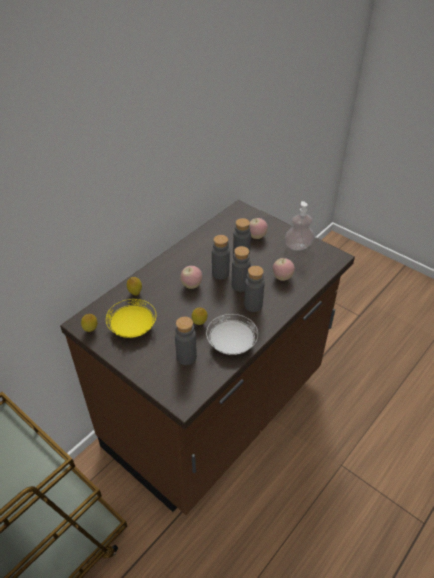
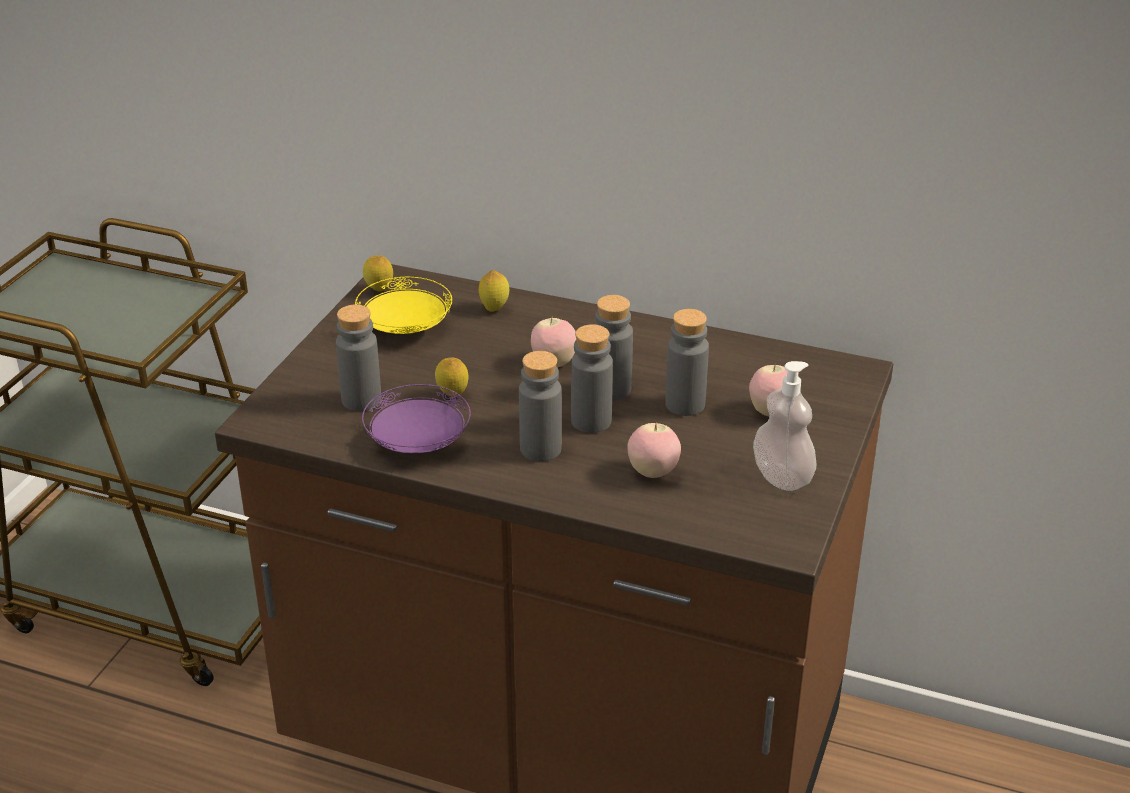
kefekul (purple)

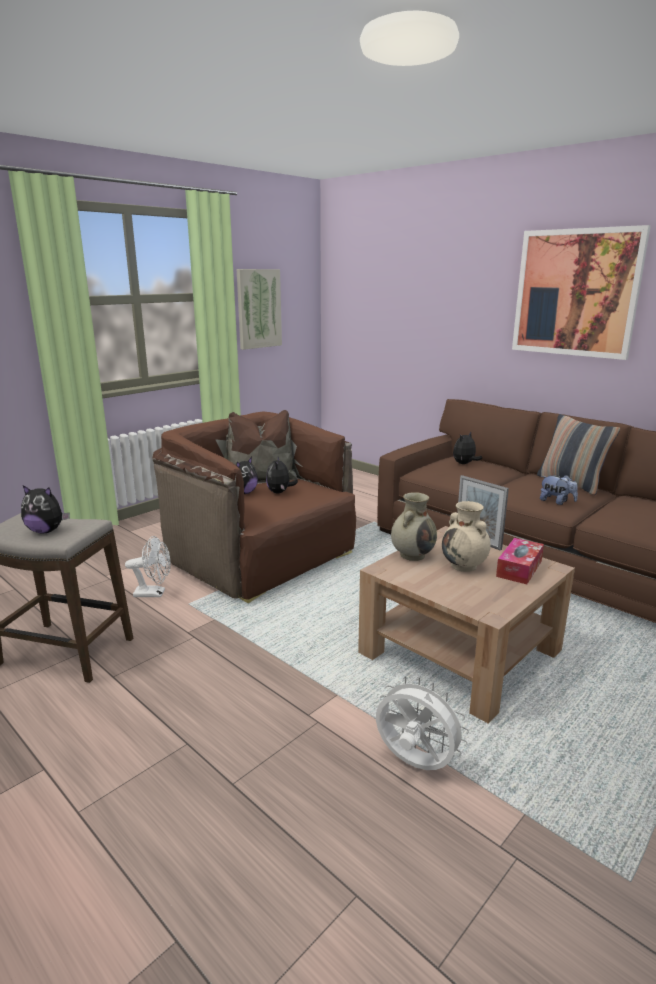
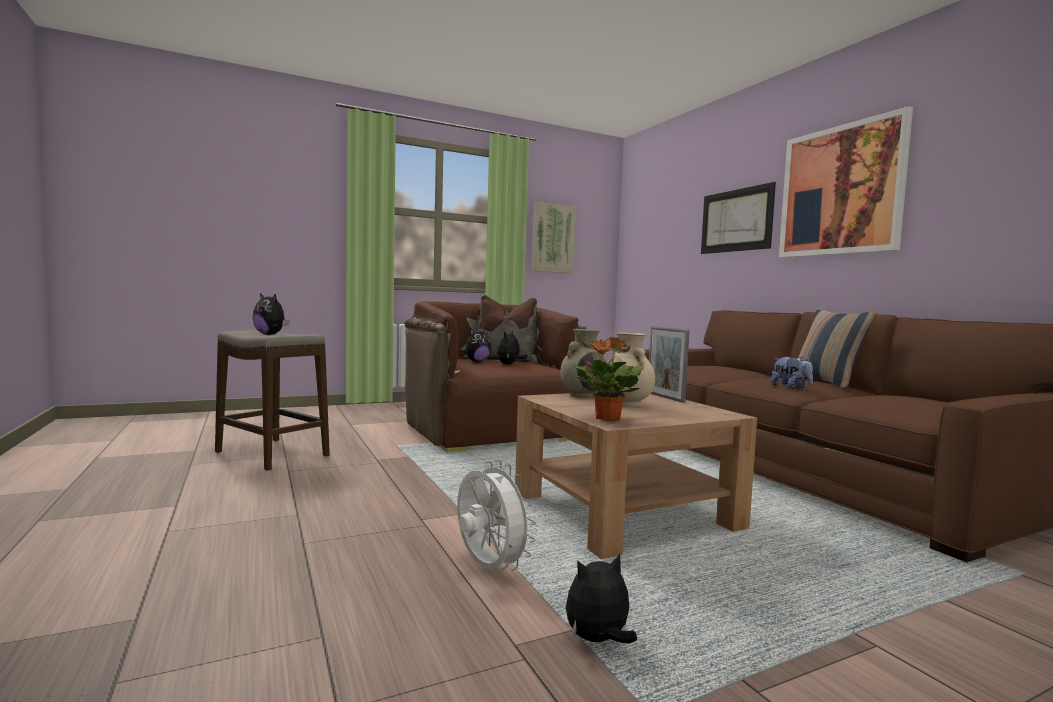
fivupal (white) (no. 1 from left in the first image)
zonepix
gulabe
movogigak (no. 2 from left)
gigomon (no. 4 from left)

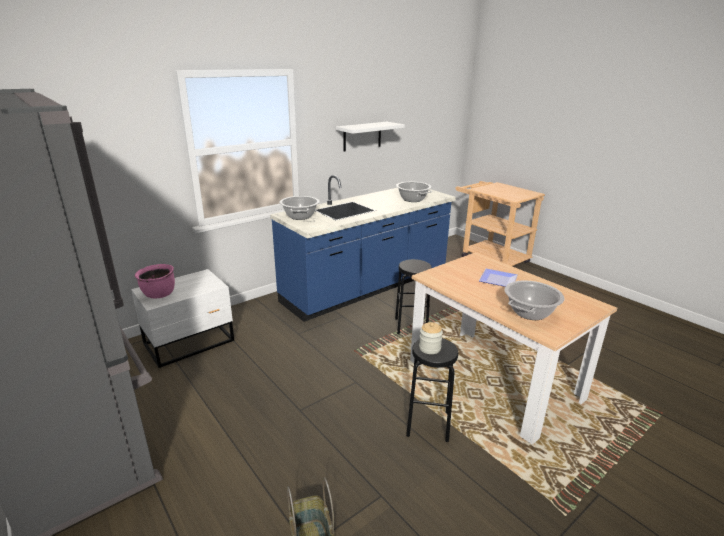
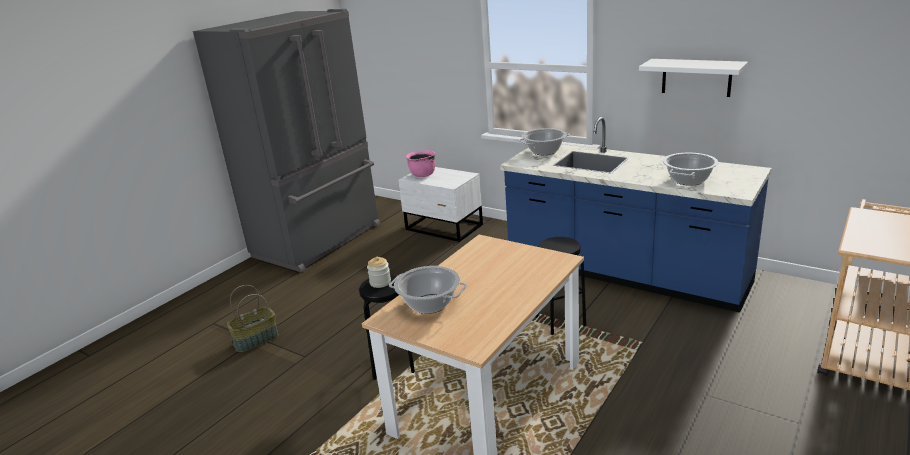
kefekul

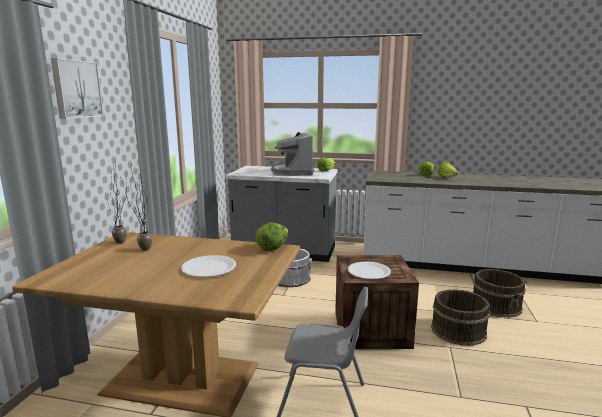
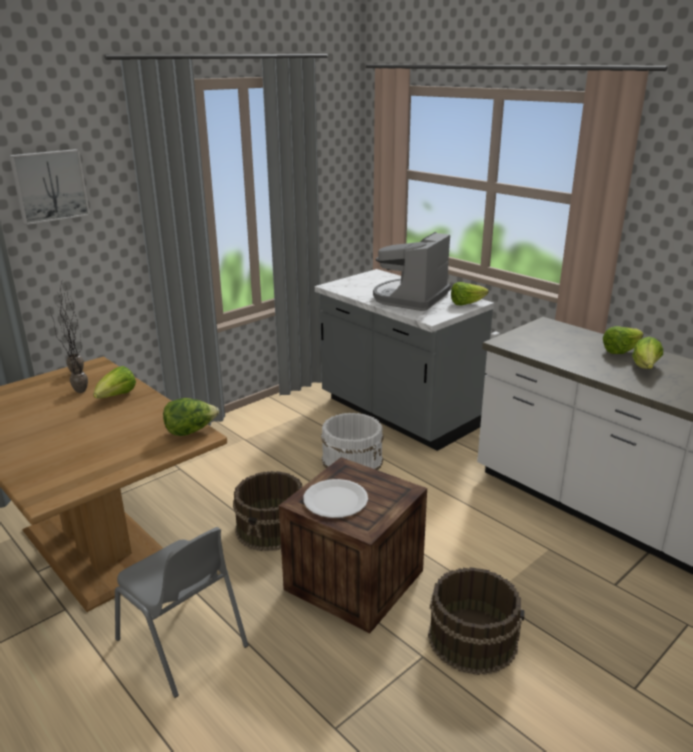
kefekul (white) (no. 1 from left in the first image)
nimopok (no. 1 from left)
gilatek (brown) (no. 1 from left)

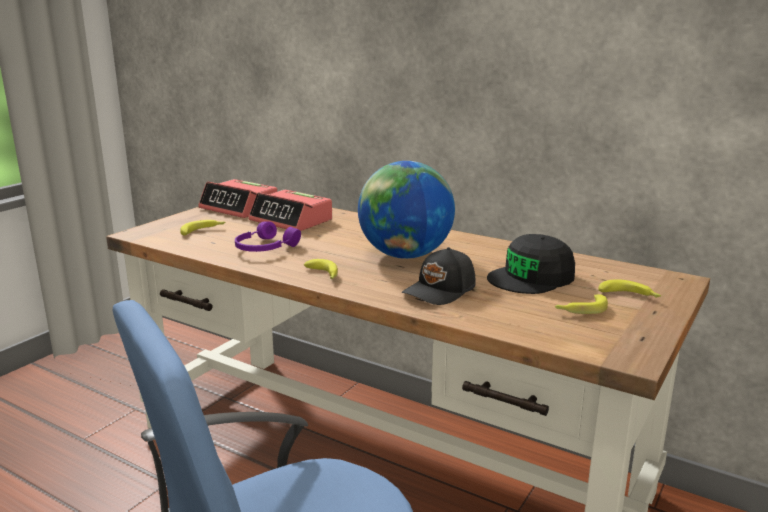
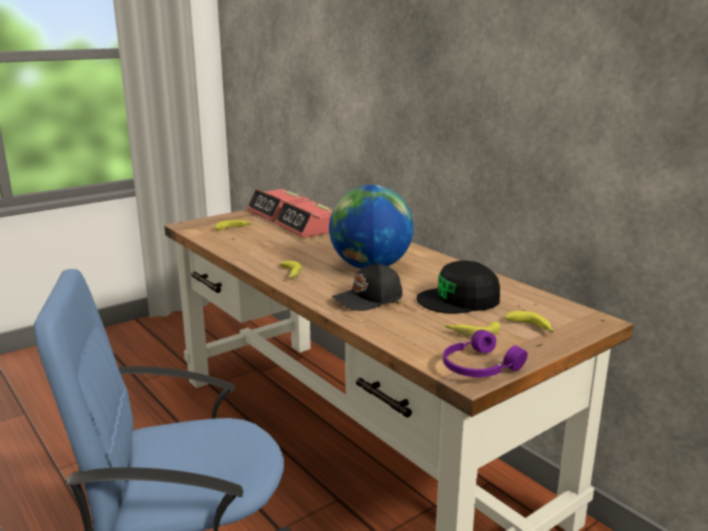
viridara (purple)

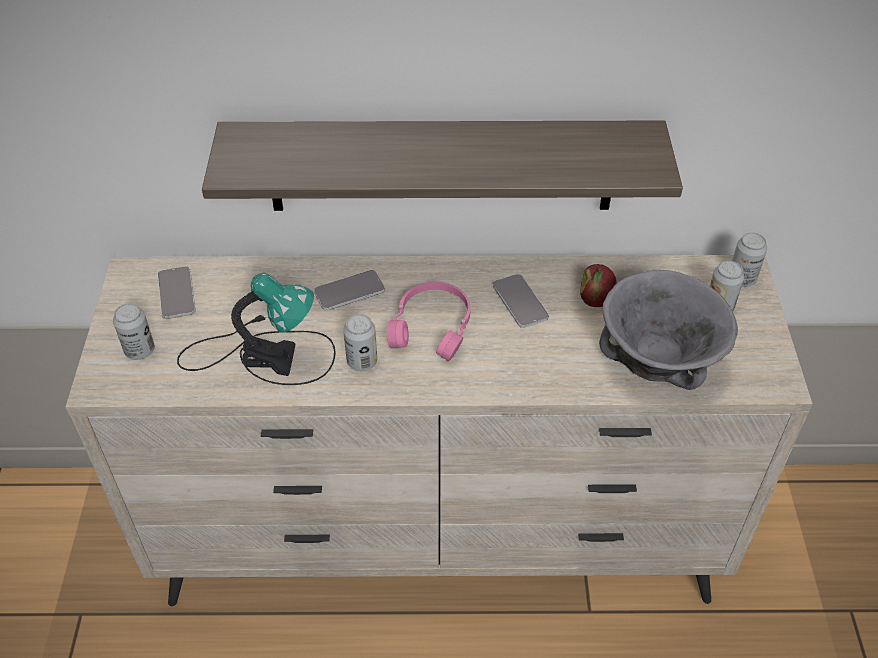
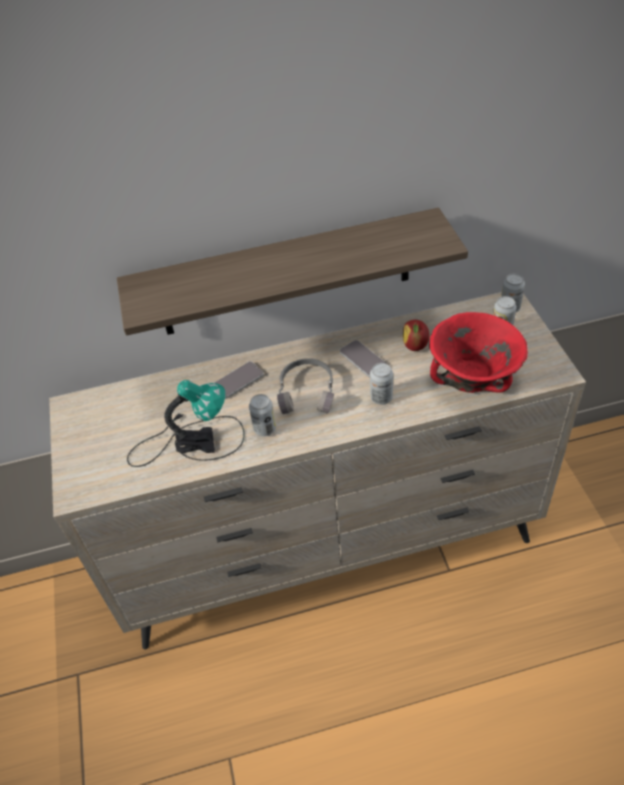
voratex (no. 1 from left in the first image)
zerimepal (no. 2 from left)
viridara (grey)
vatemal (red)

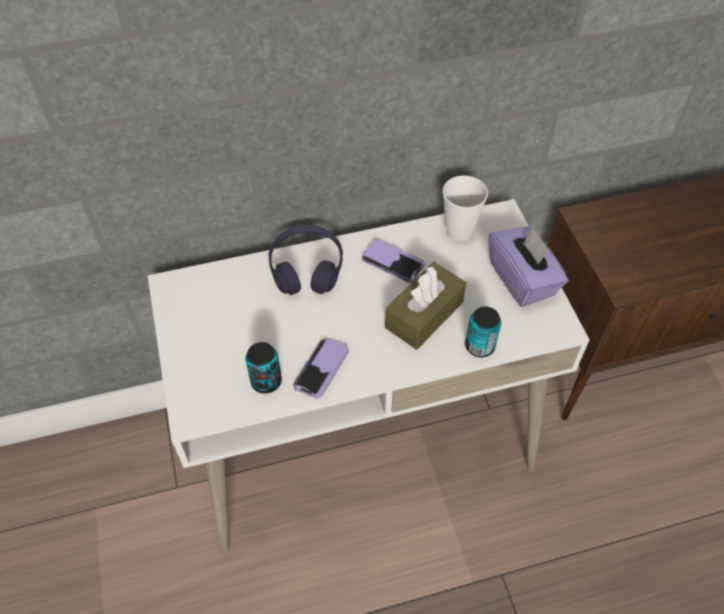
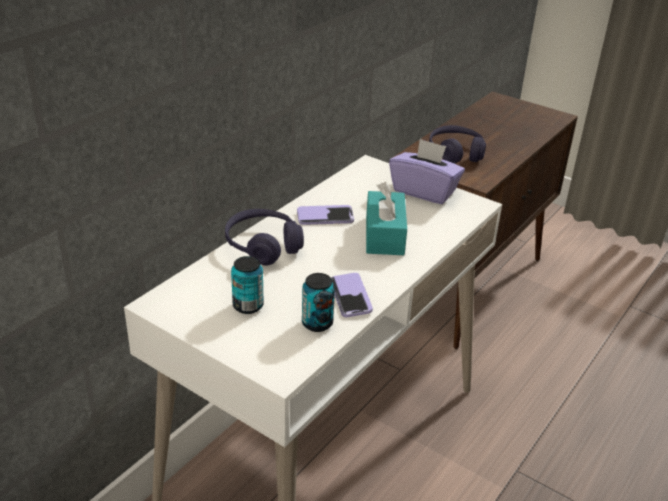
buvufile
viridara (purple) (no. 2 from left)
zerimepal (no. 1 from left)
zonepix (turquoise)

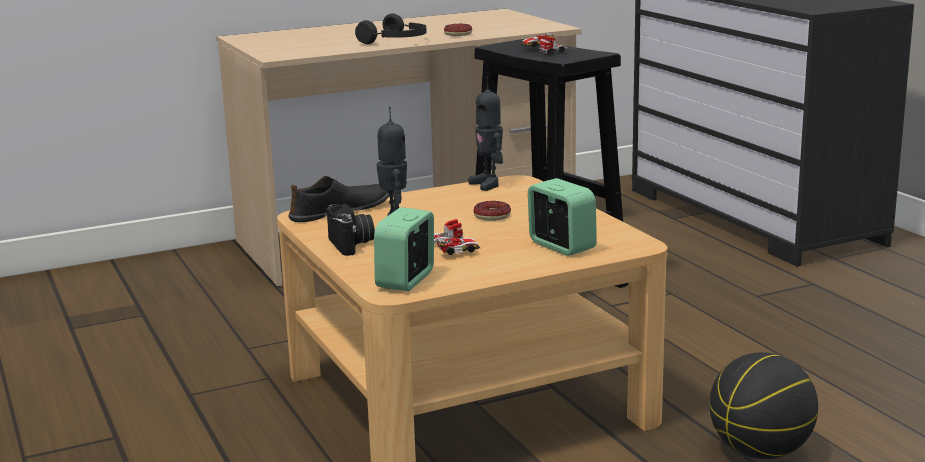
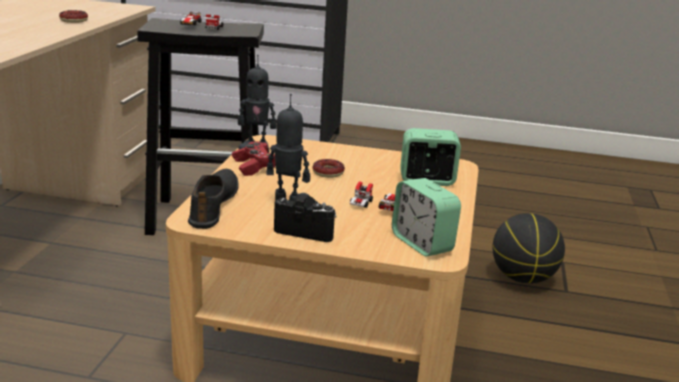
viridara (black)
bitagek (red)

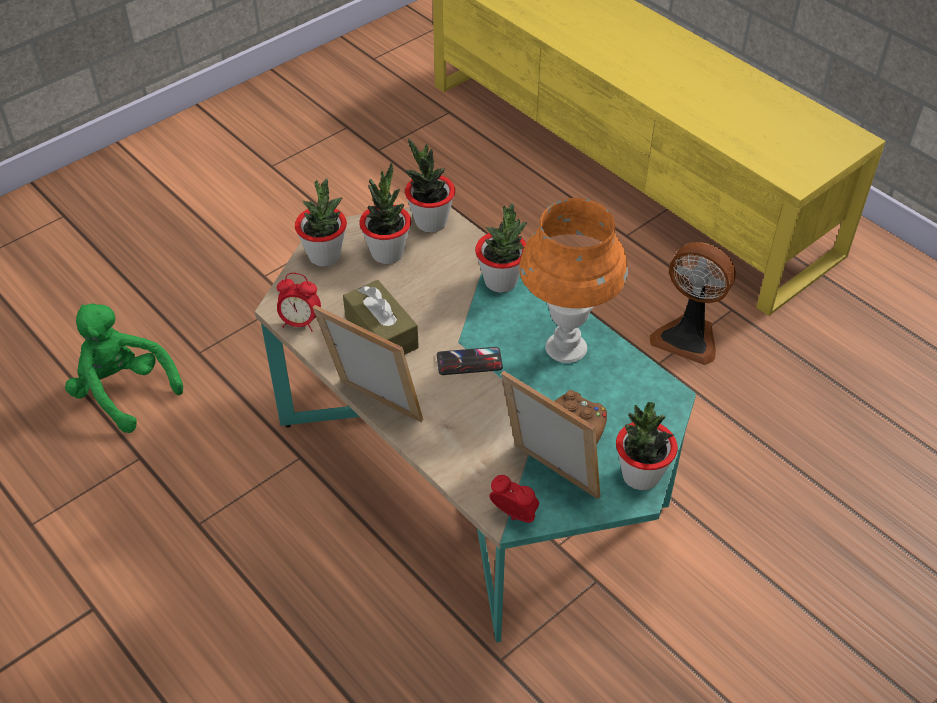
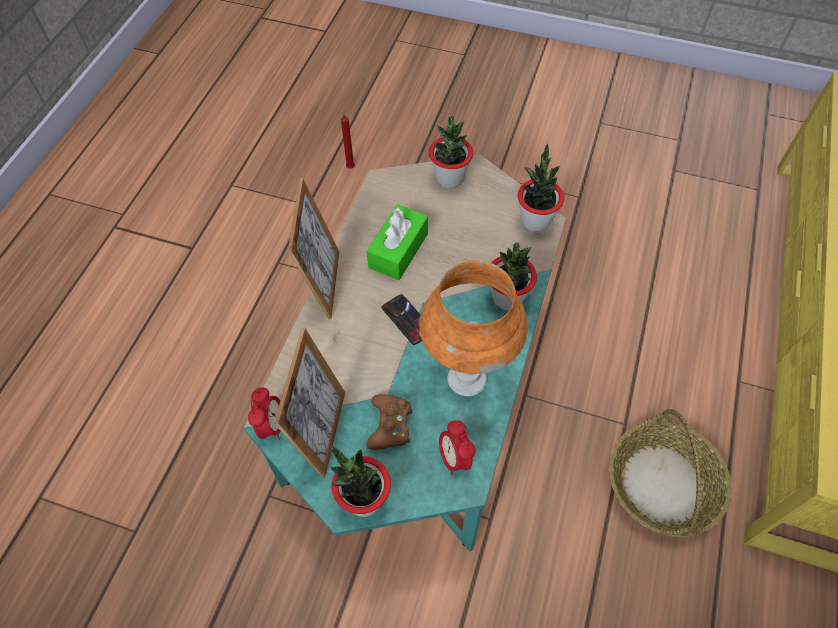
gulabe (no. 2 from left in the first image)
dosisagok (no. 2 from left)
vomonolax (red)
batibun
zonepix (green)

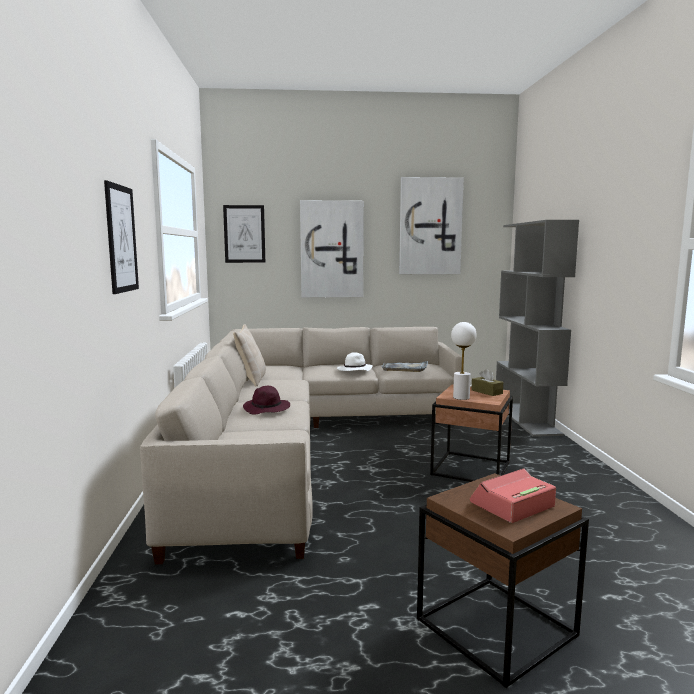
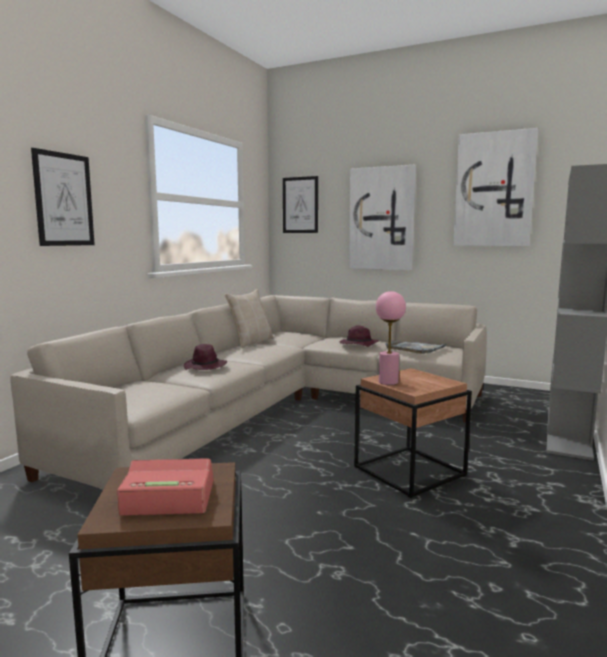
zonepix (brown)
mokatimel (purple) (no. 2 from left)
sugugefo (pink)

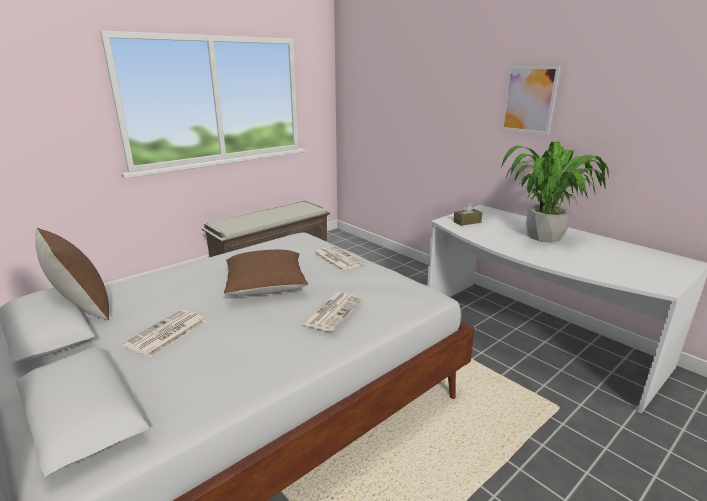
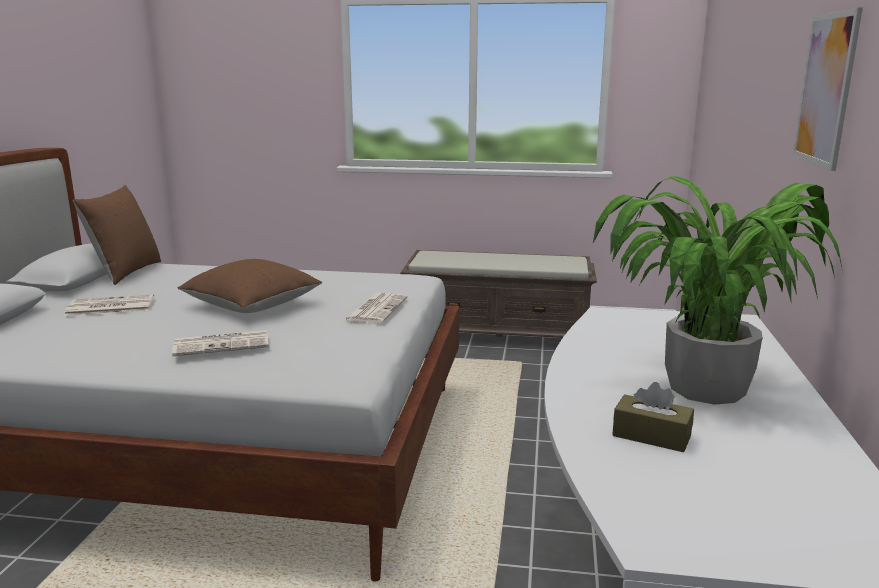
zonepix (brown)

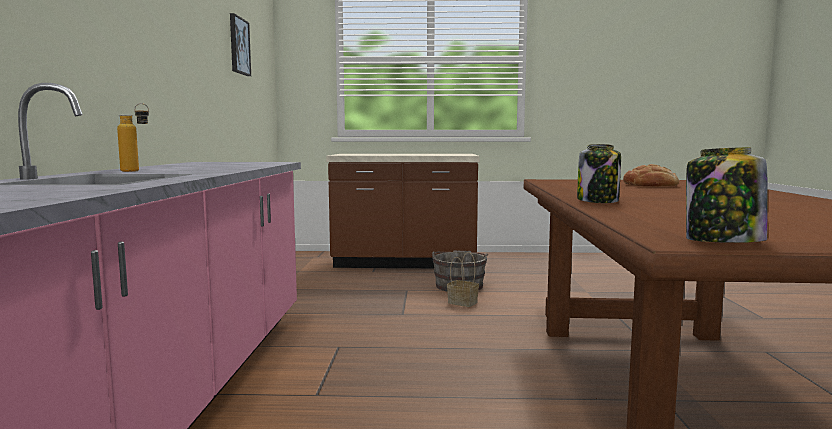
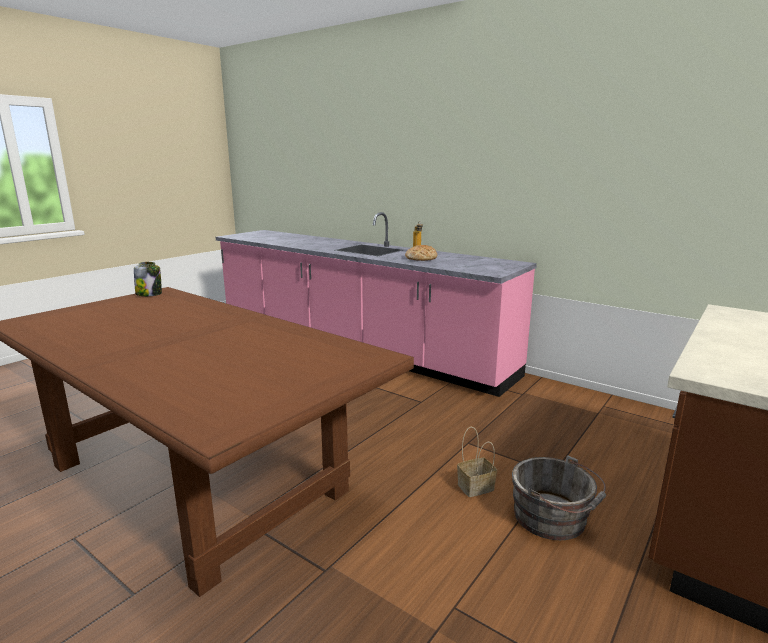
movogigak
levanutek (no. 1 from left in the first image)
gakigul

